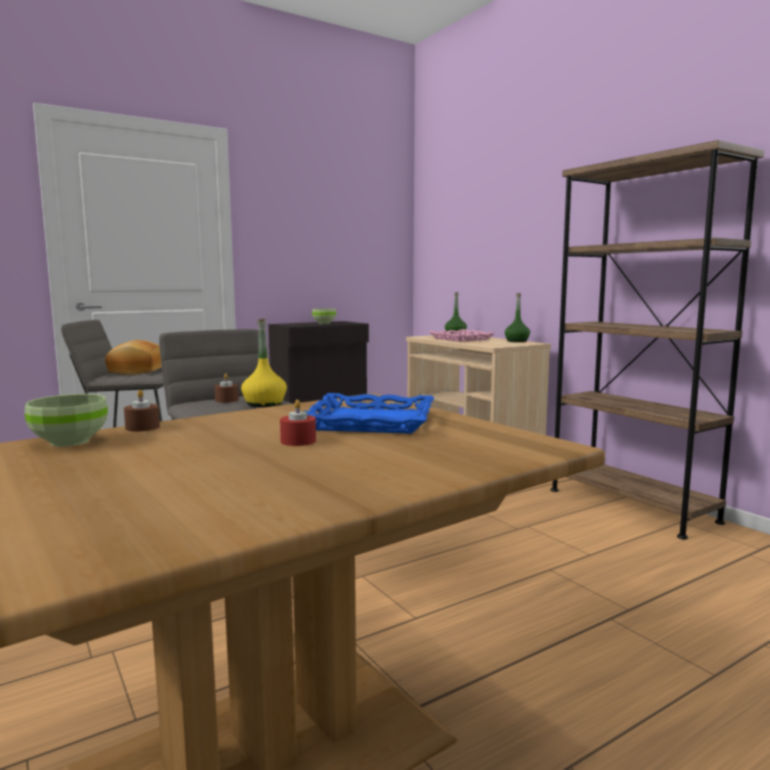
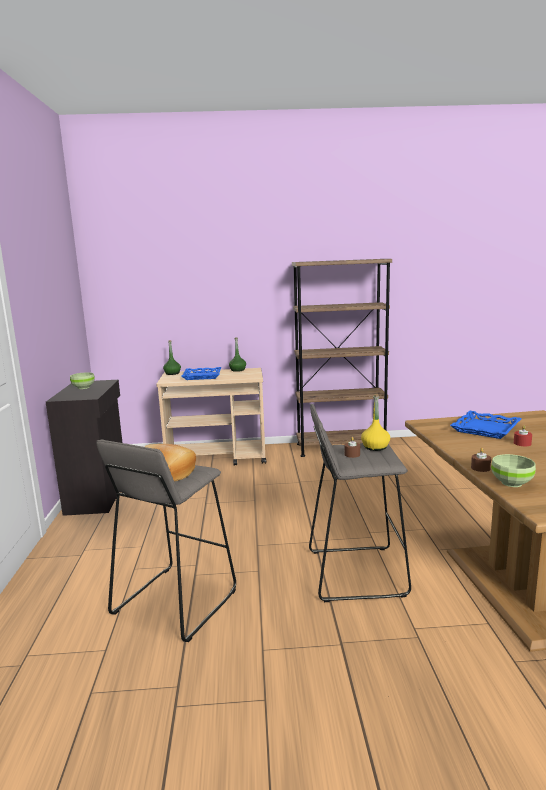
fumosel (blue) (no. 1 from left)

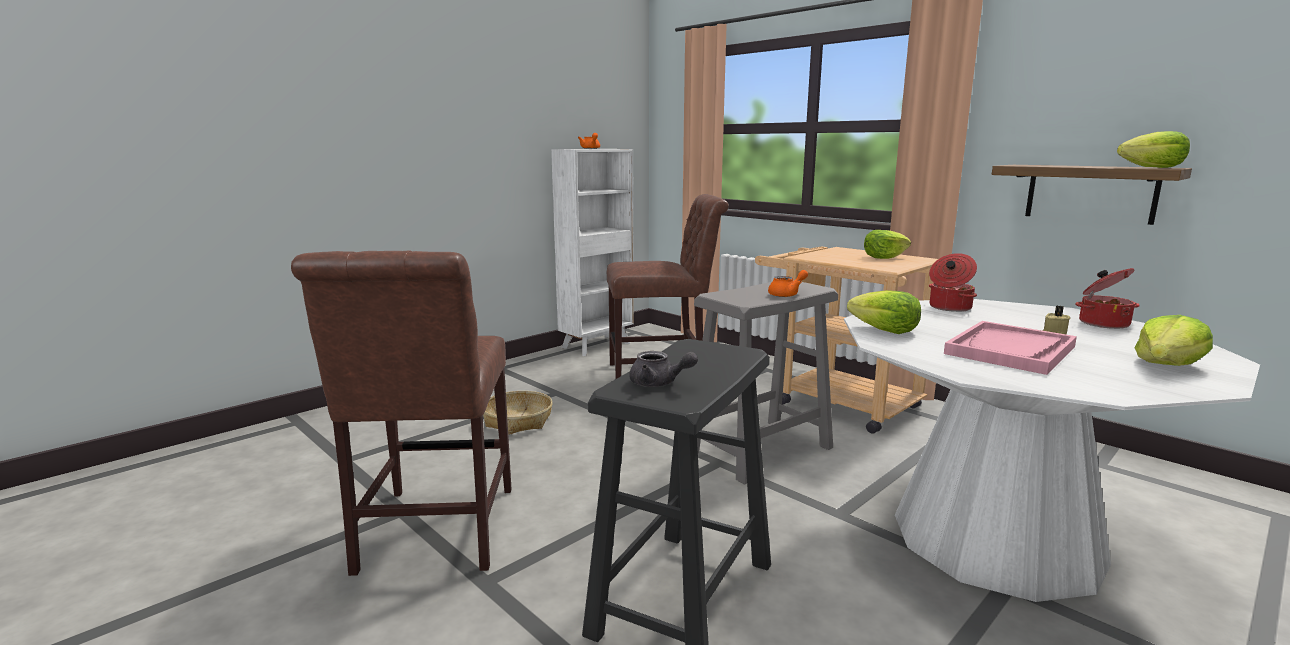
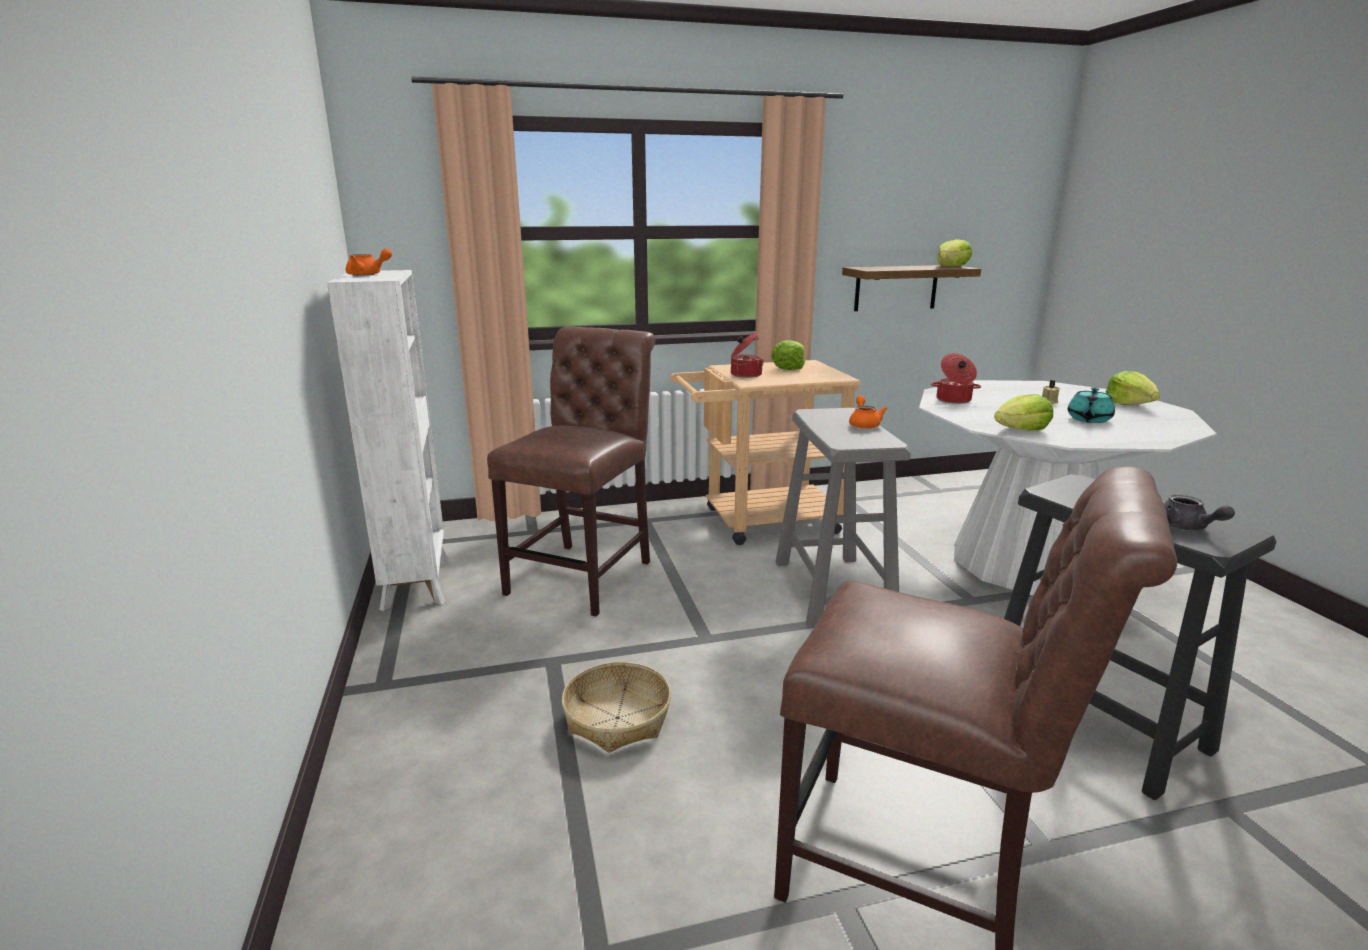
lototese (no. 1 from left)
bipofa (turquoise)
bipofa (grey)

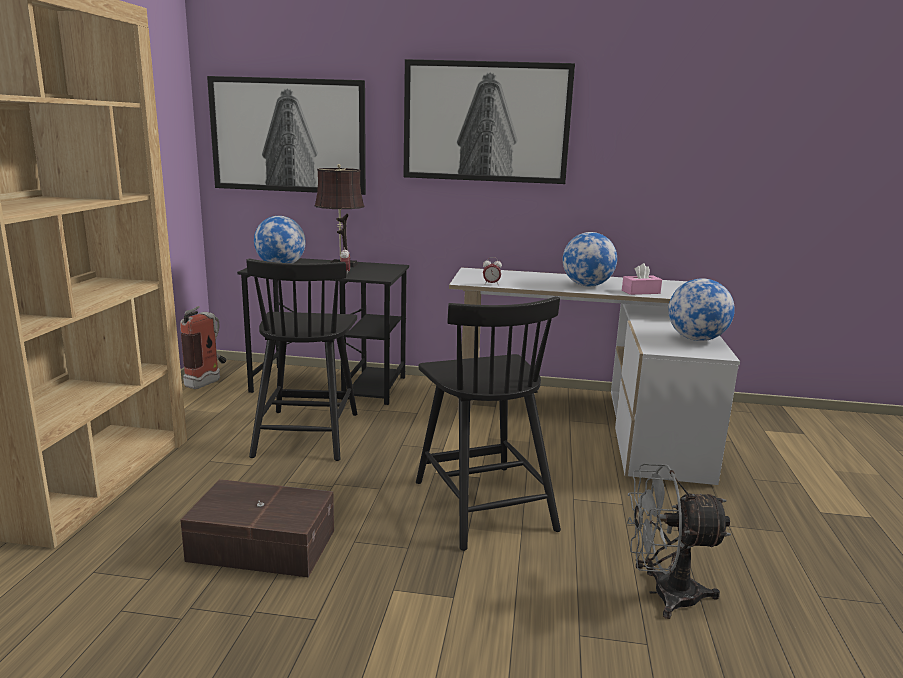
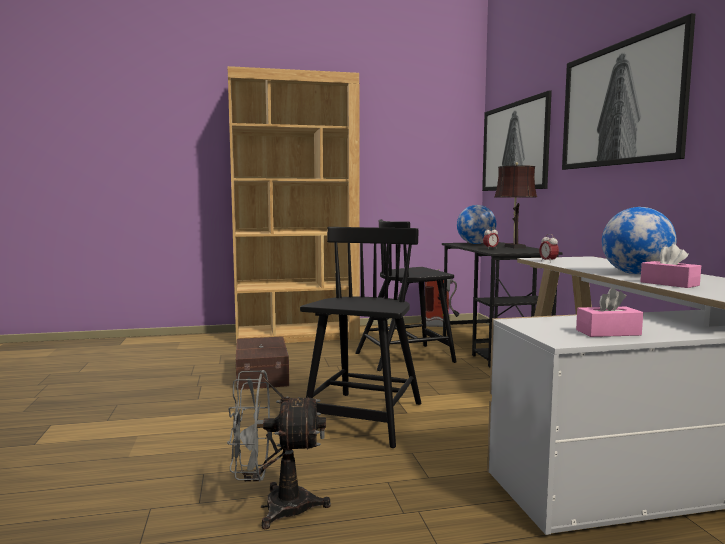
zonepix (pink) (no. 1 from left)
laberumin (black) (no. 1 from left)
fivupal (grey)

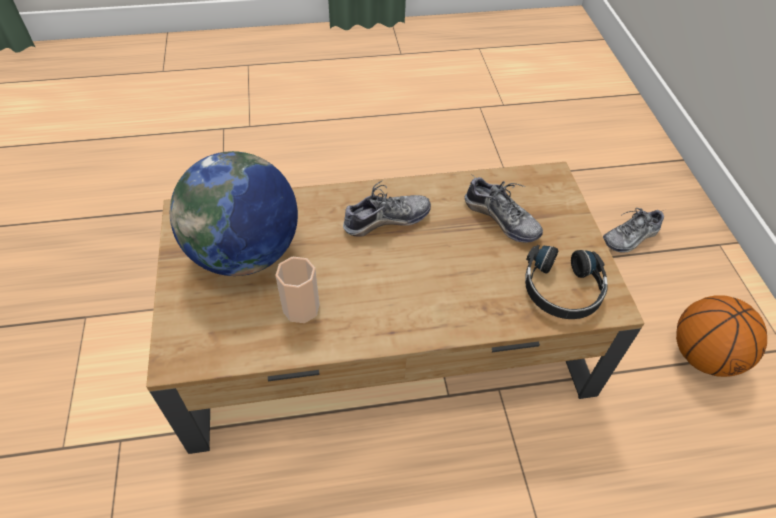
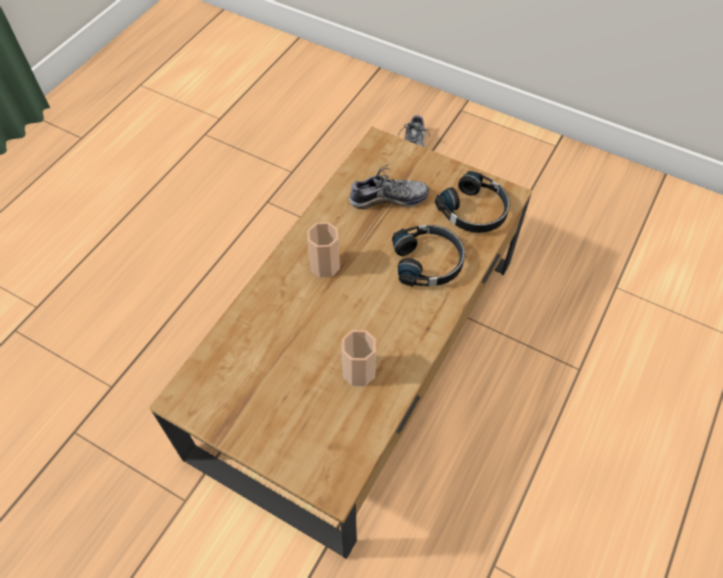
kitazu
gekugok
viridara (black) (no. 1 from left)
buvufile (no. 1 from left)

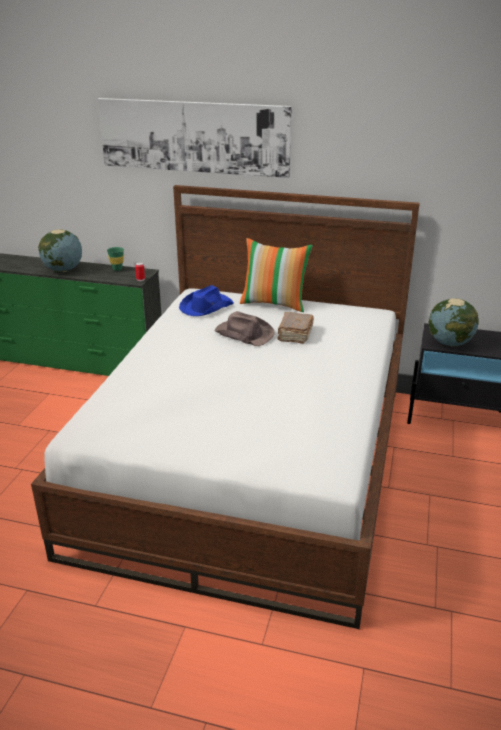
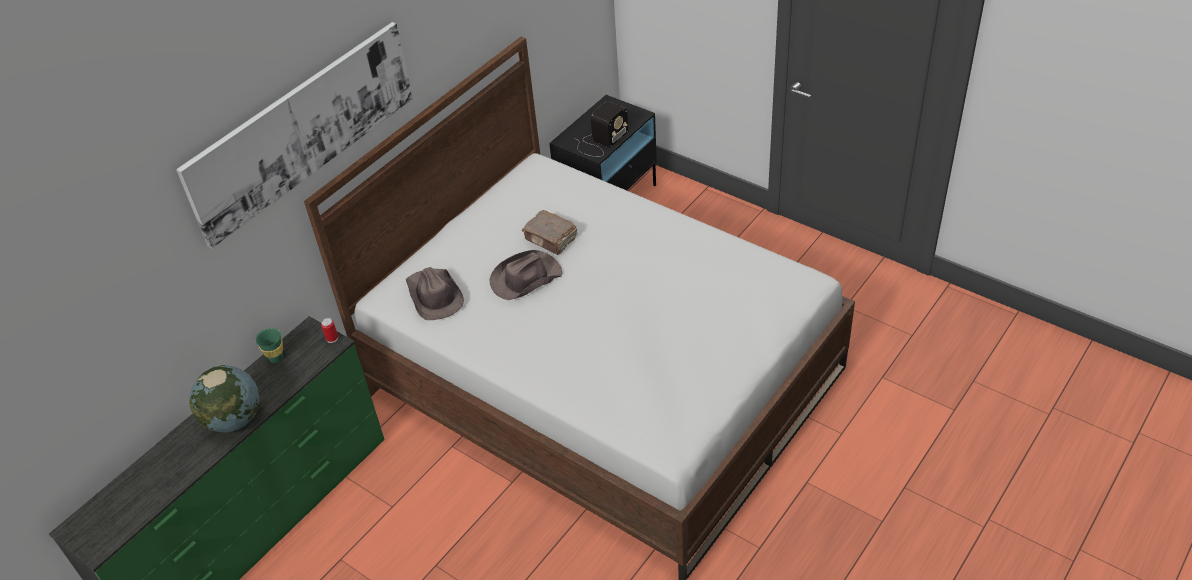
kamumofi
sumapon
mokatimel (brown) (no. 1 from left)

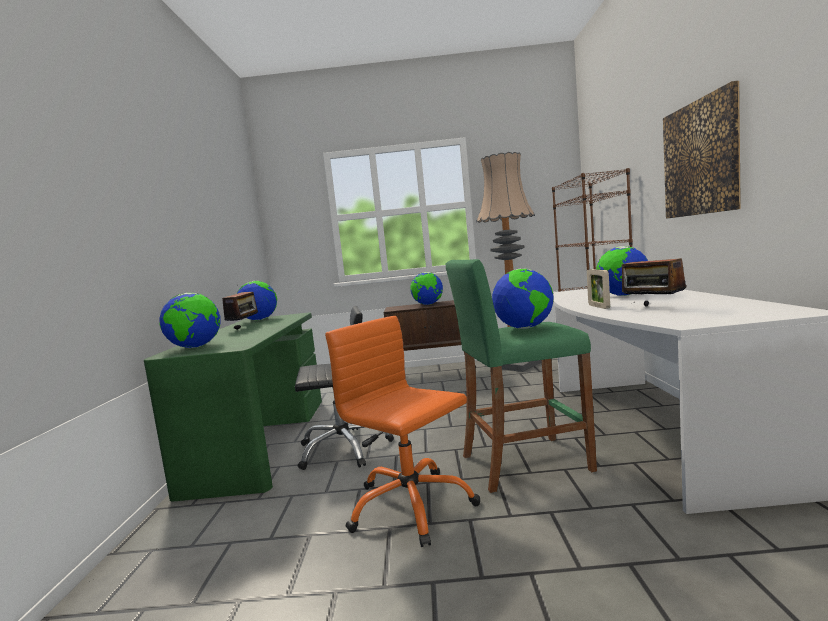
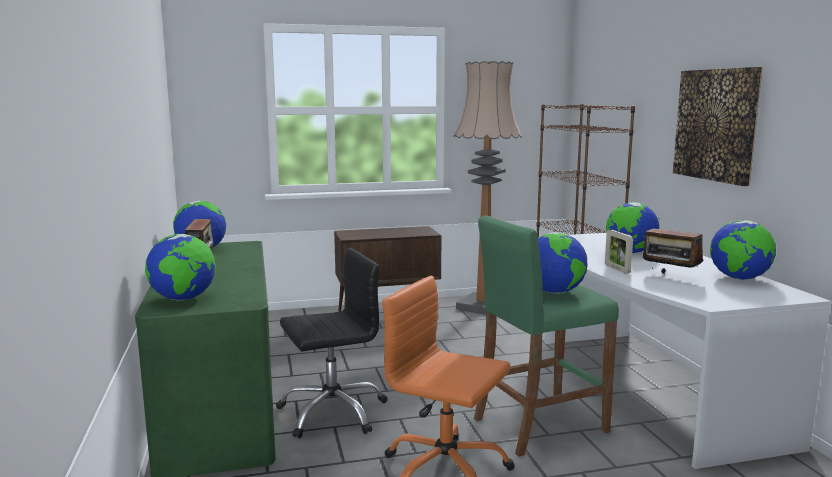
kitazu (no. 5 from left)

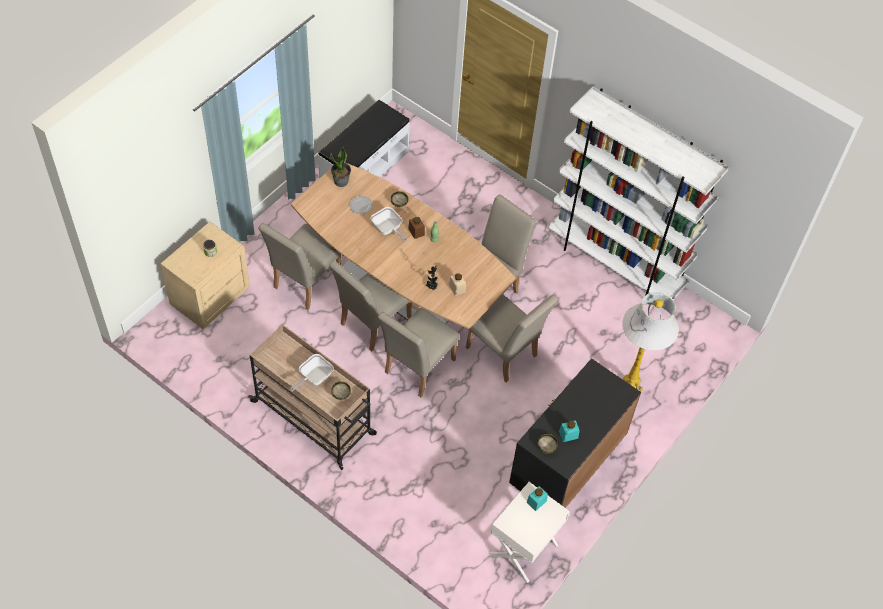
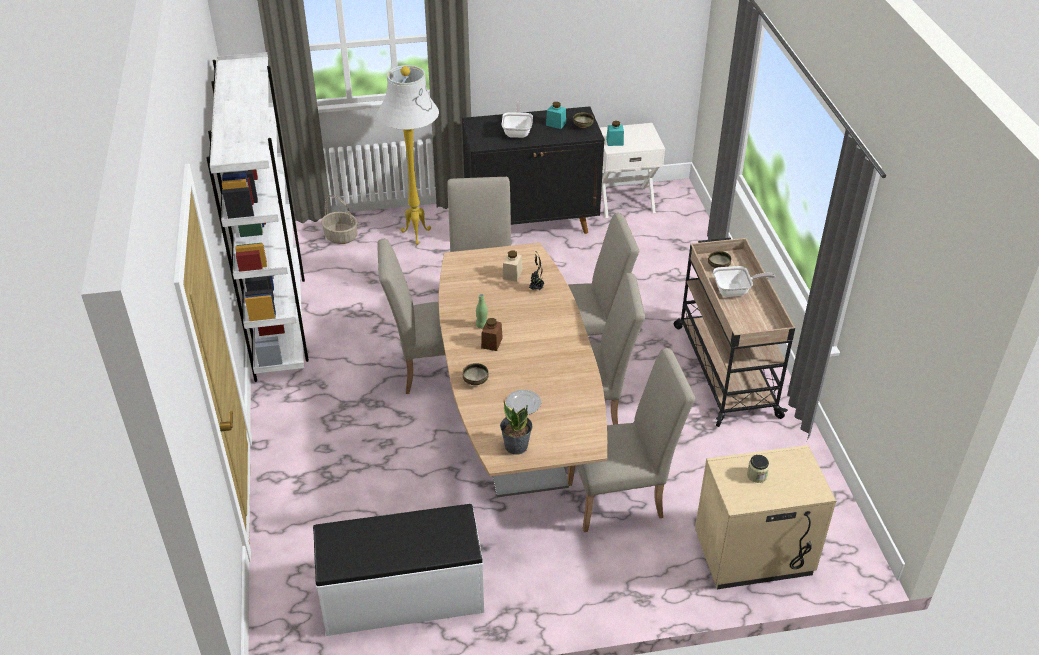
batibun
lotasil (no. 1 from left)

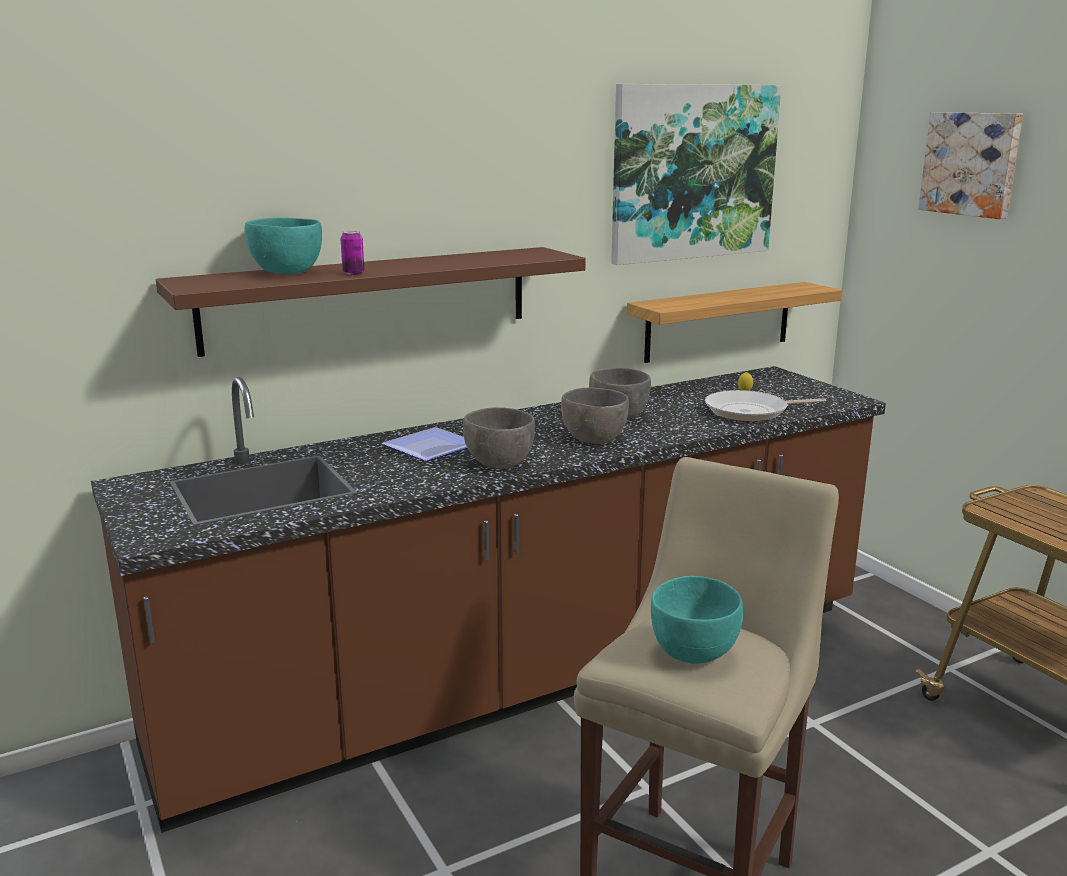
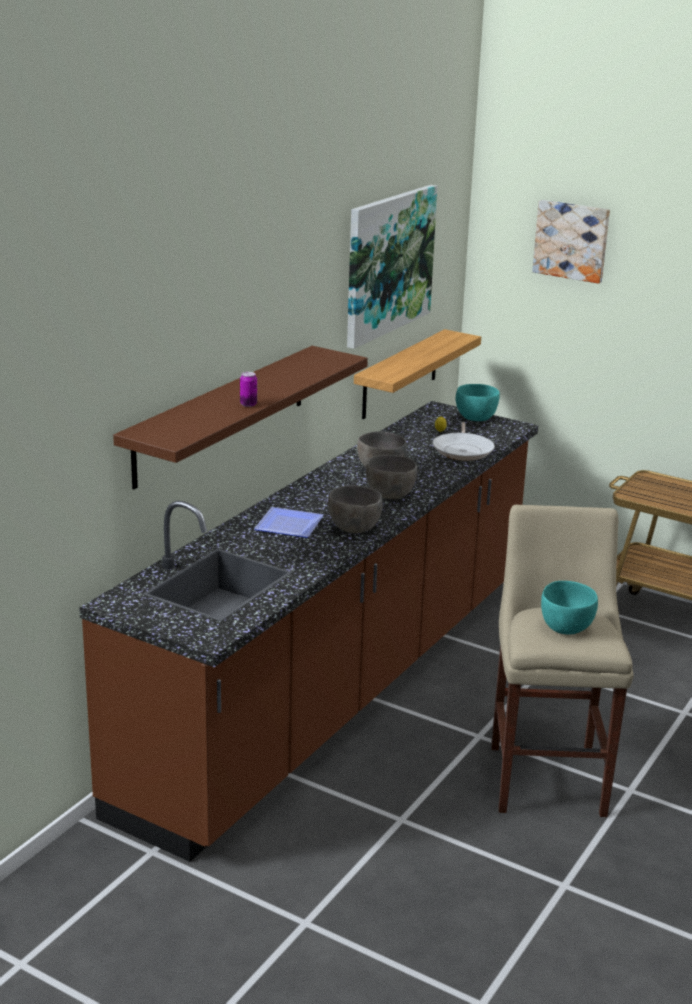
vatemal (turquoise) (no. 1 from left)
lotasil

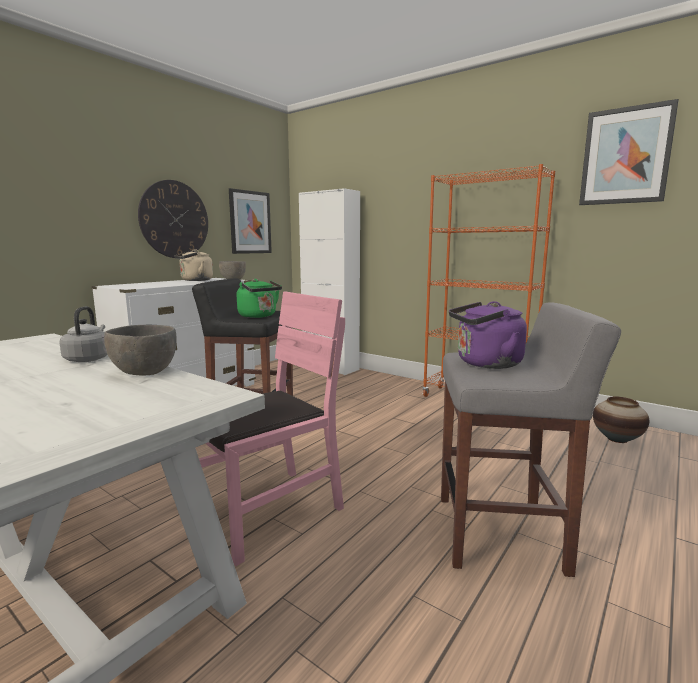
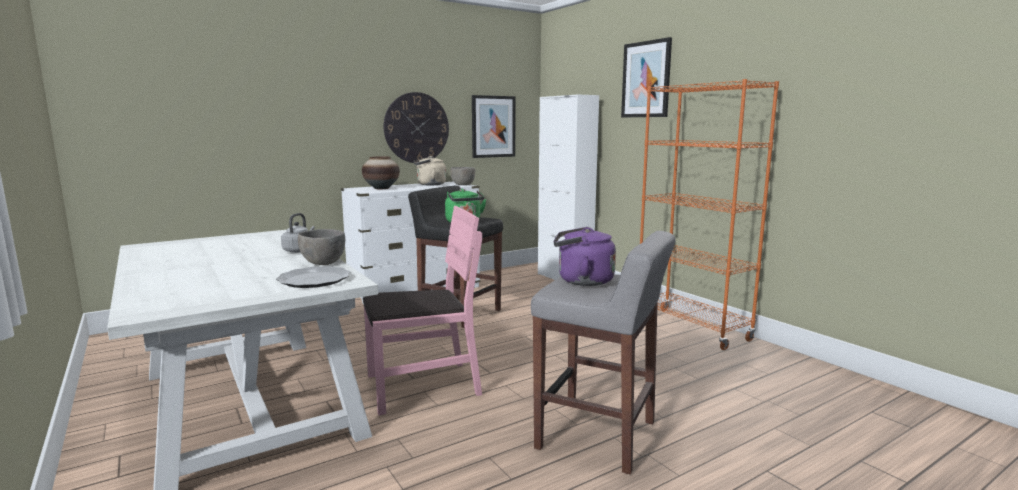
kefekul
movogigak (no. 2 from left)
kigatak

